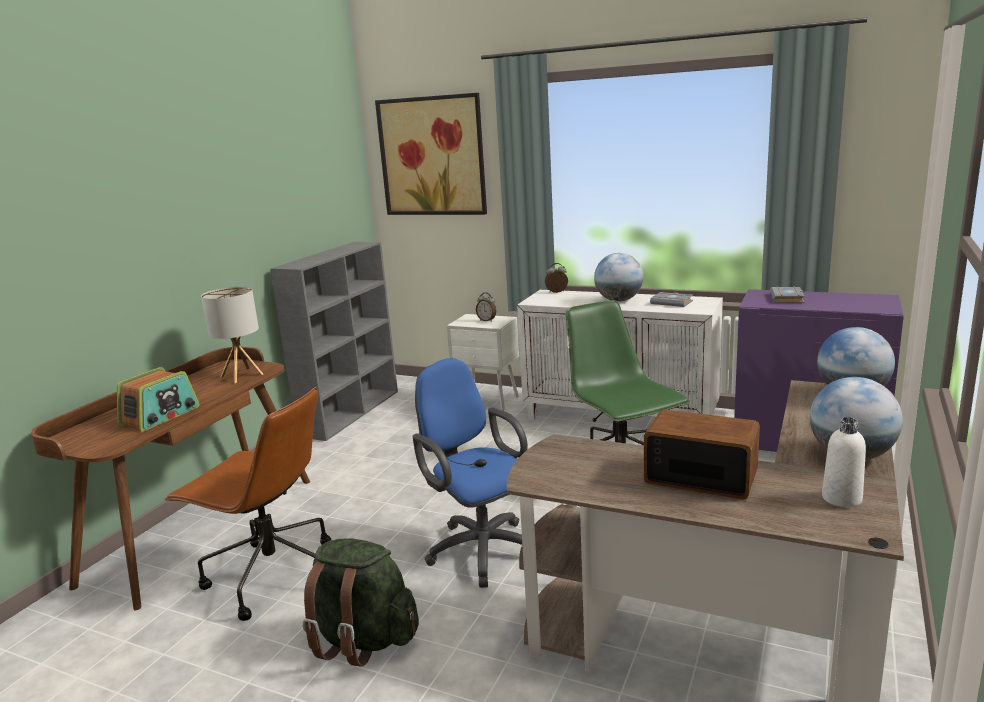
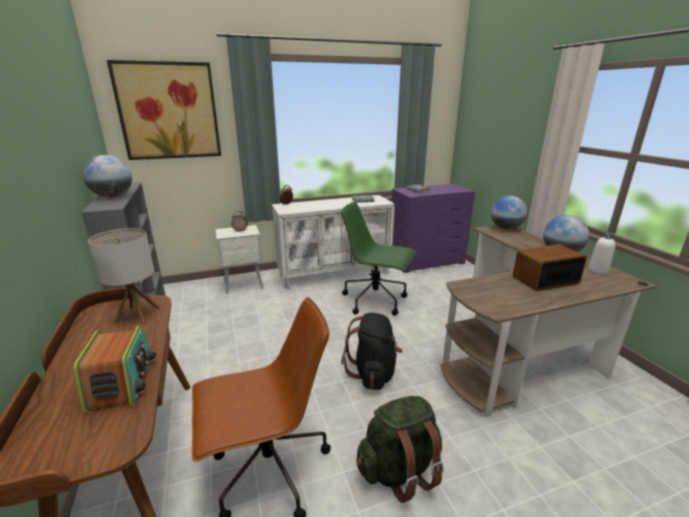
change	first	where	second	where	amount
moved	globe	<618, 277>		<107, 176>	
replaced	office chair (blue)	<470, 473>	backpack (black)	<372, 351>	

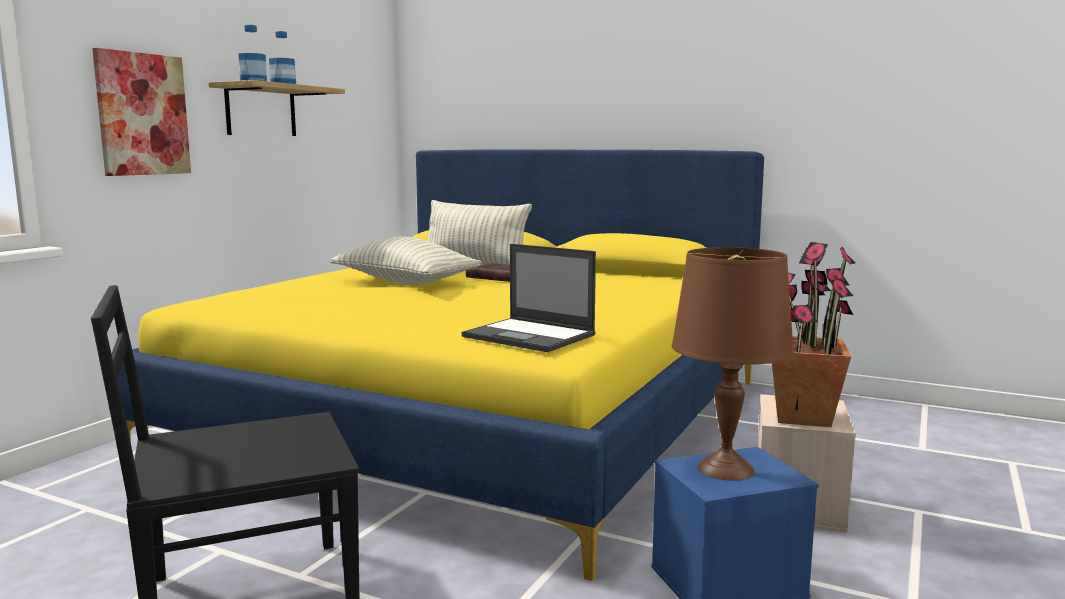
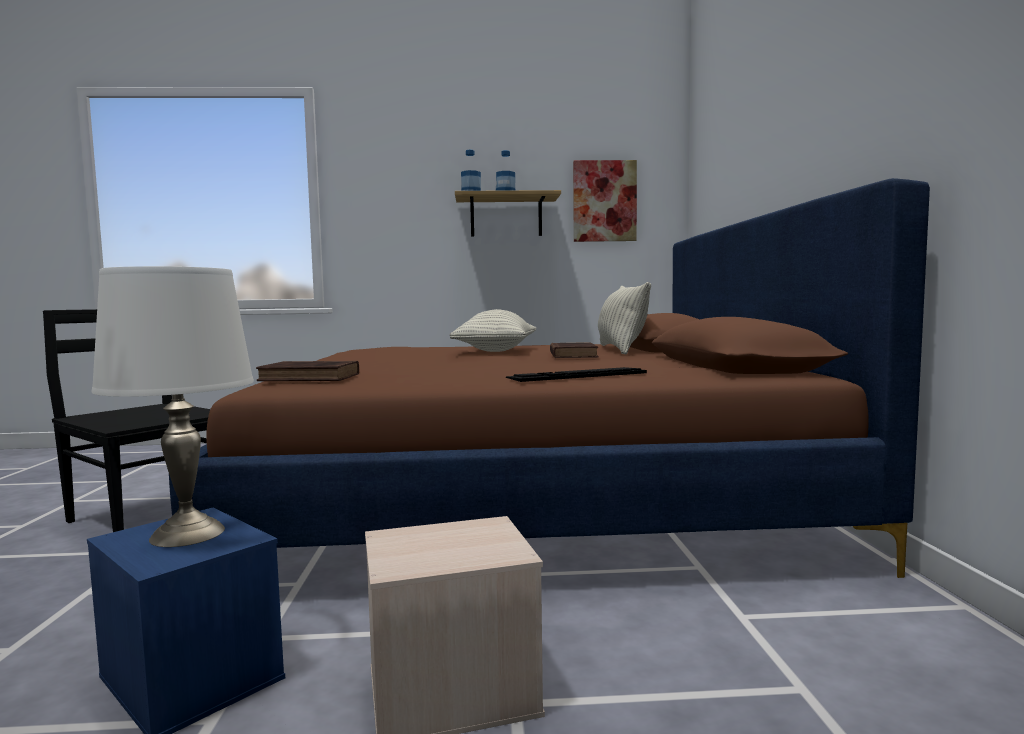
change	first	where	second	where	amount
recoloured	table lamp (brown)	<733, 364>	table lamp (white)	<172, 406>	
recoloured	bed (yellow)	<441, 365>	bed (brown)	<549, 378>	
replaced	laptop	<529, 298>	book (brown)	<307, 371>	
added			keyboard	<576, 374>	
moved	picture	<141, 112>		<605, 201>	
removed	potted plant	<814, 334>			

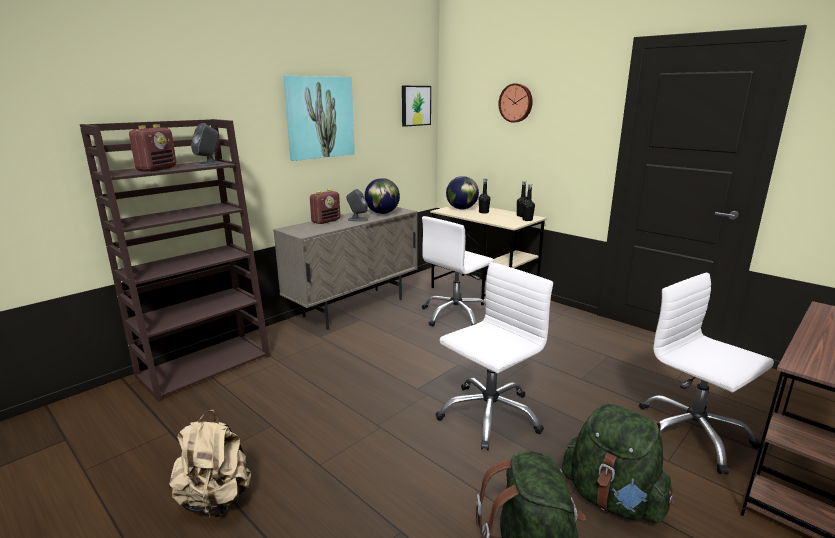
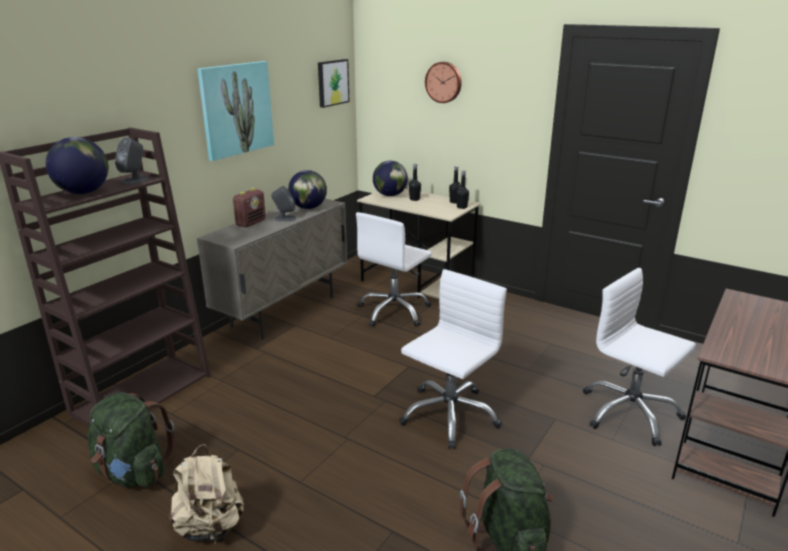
change	first	where	second	where	amount
replaced	radio	<152, 147>	globe	<77, 165>	
moved	backpack (green)	<618, 463>		<131, 439>	

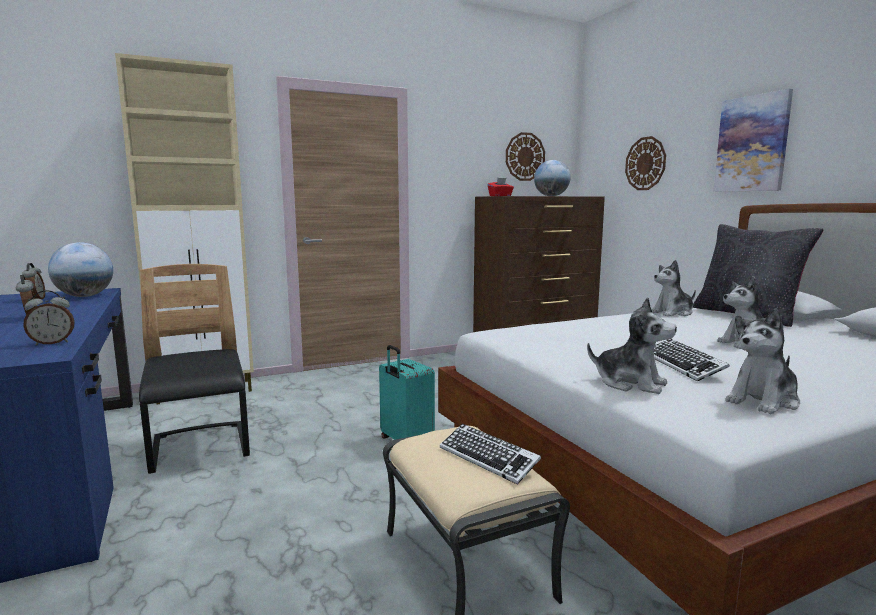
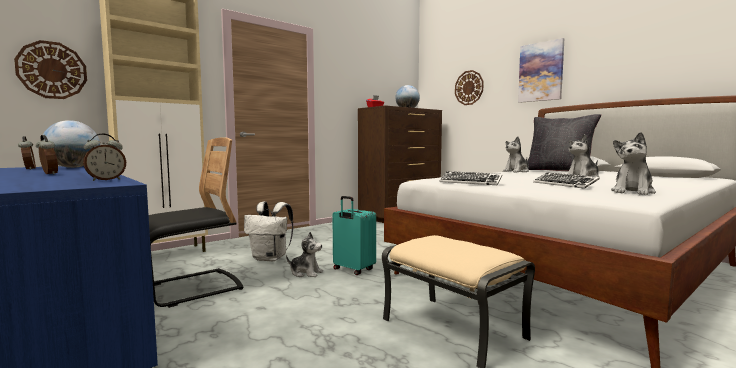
change	first	where	second	where	amount
moved	wall clock	<525, 156>		<50, 69>	
turned	chair (black)	<194, 369>		<196, 222>	90 degrees clockwise
added			backpack (white)	<268, 231>	
moved	plush toy	<632, 345>		<304, 254>	
moved	keyboard	<490, 454>		<471, 178>	

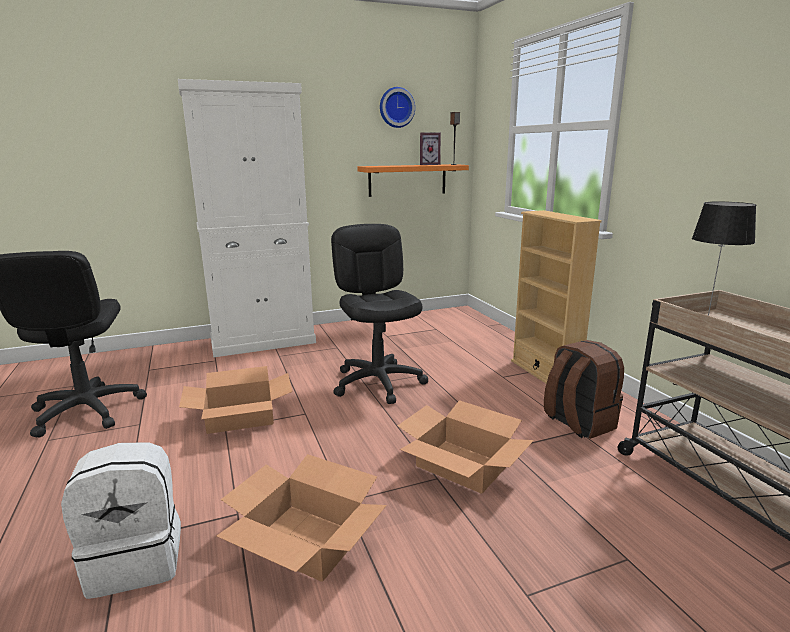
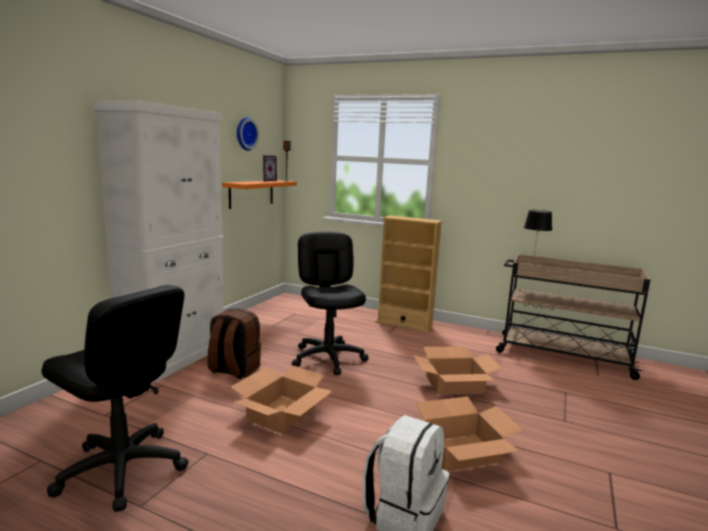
change	first	where	second	where	amount
moved	backpack (brown)	<584, 389>		<234, 343>	
turned	office chair (black)	<379, 314>		<330, 303>	45 degrees clockwise

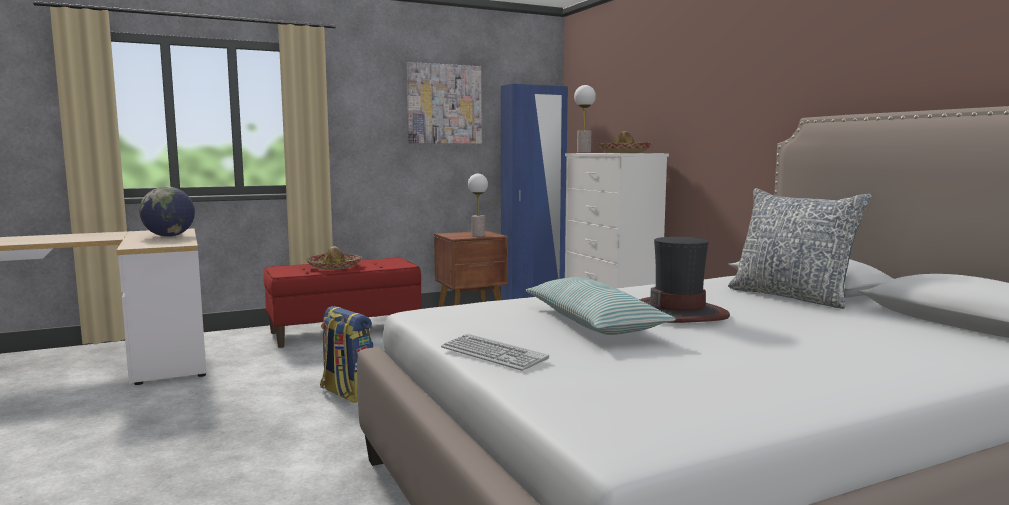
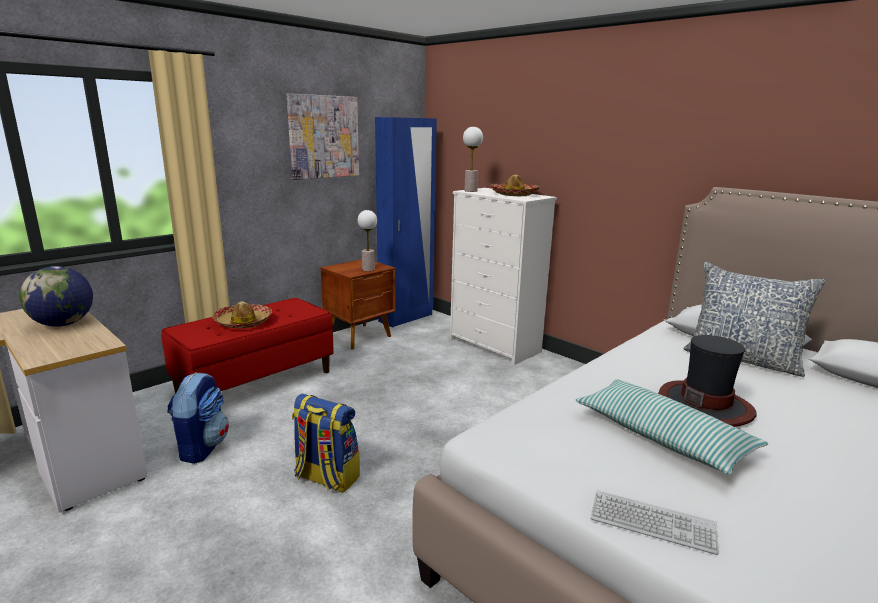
change	first	where	second	where	amount
added			backpack	<198, 418>	

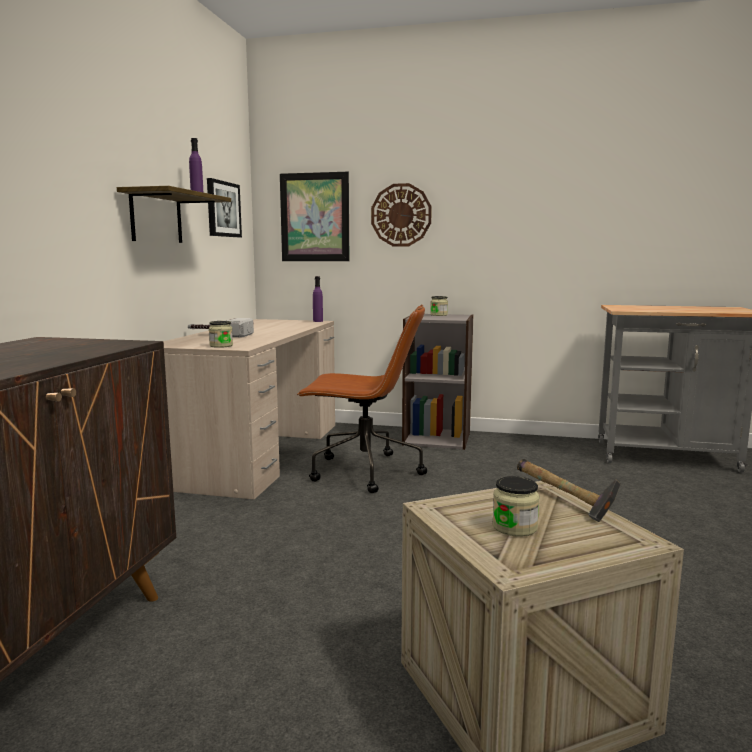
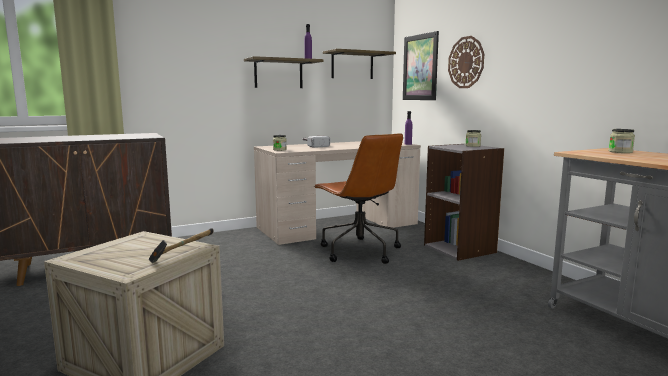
change	first	where	second	where	amount
replaced	picture	<224, 207>	shelf	<359, 64>	
moved	jar	<515, 506>		<621, 141>	

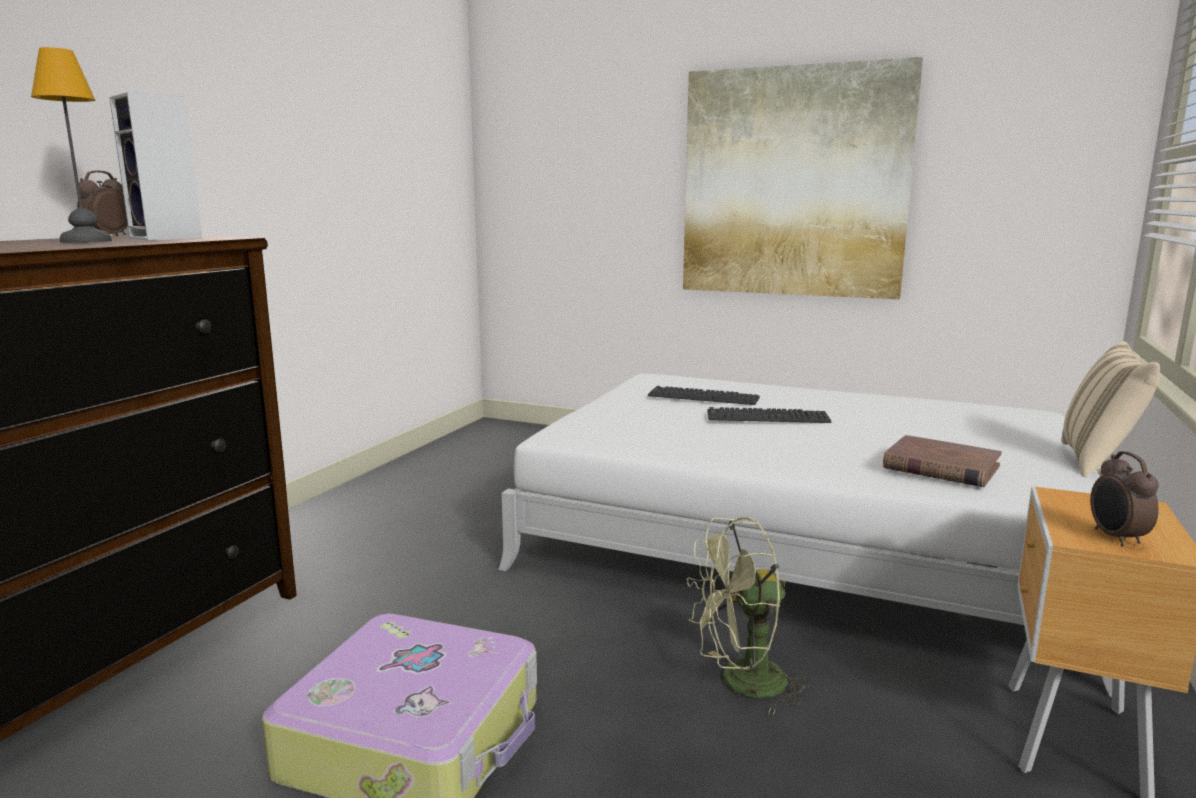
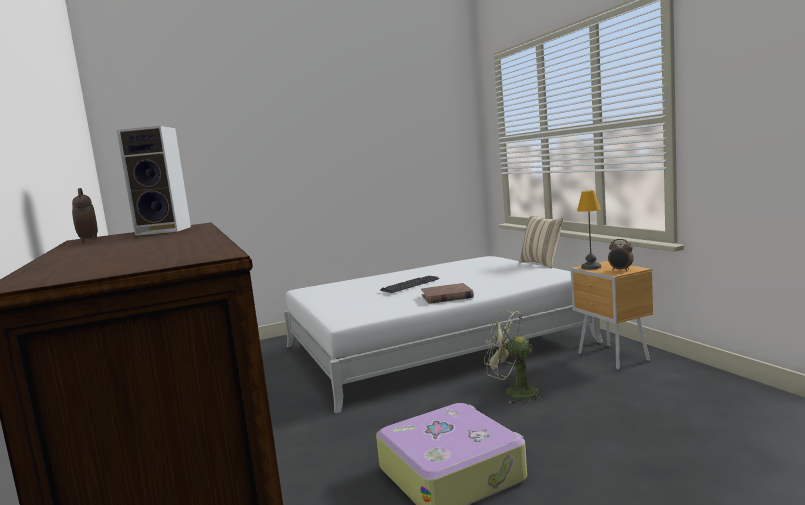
change	first	where	second	where	amount
moved	book (brown)	<942, 461>		<447, 293>	
turned	fan (green)	<749, 616>		<514, 357>	90 degrees clockwise
moved	table lamp	<71, 145>		<589, 230>	
removed	keyboard	<704, 395>			
removed	picture	<803, 178>			

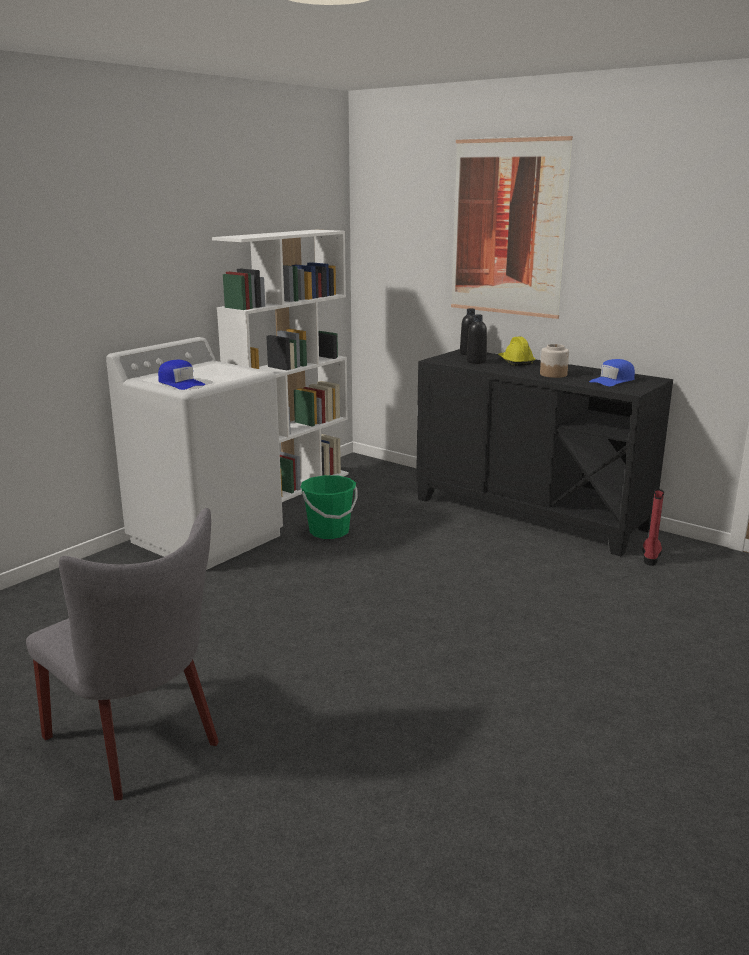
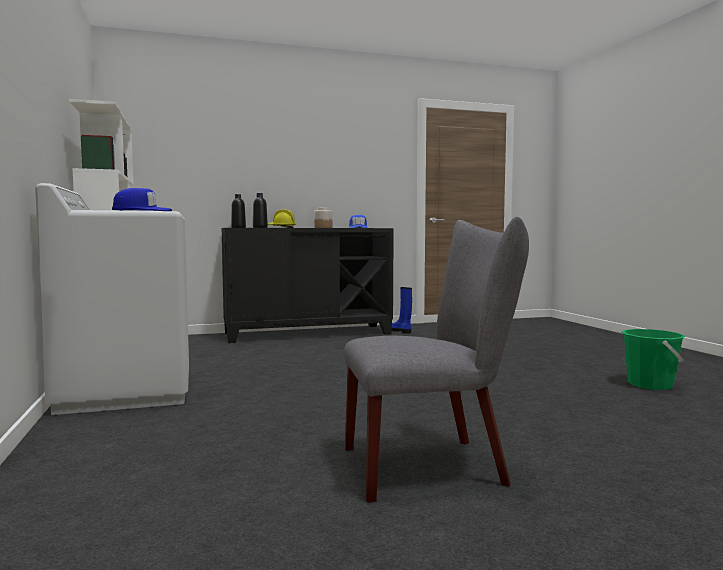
change	first	where	second	where	amount
recoloured	boot (red)	<653, 527>	boot (blue)	<402, 310>	
moved	bucket (green)	<329, 507>		<653, 359>	
removed	picture	<512, 227>			

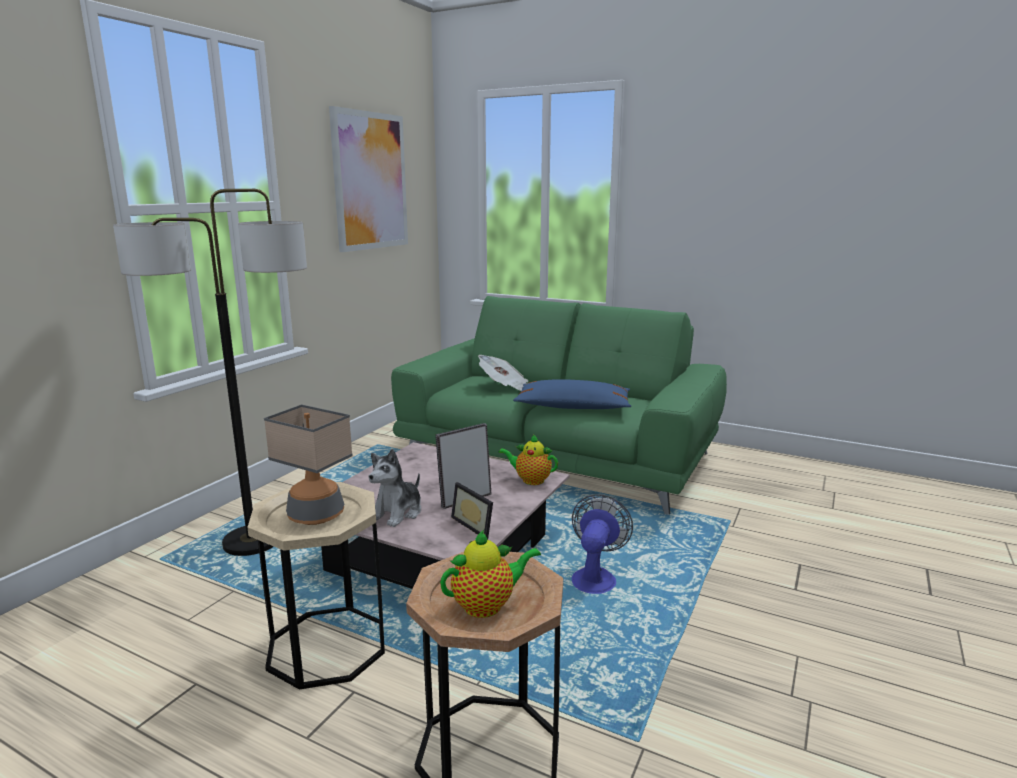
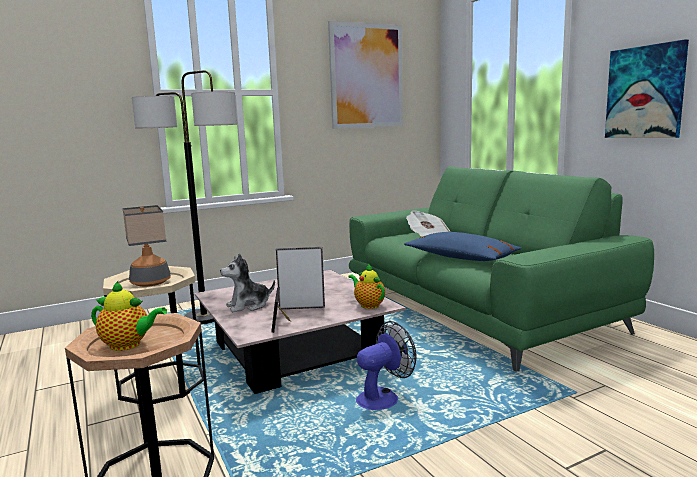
change	first	where	second	where	amount
added			picture	<647, 88>	

